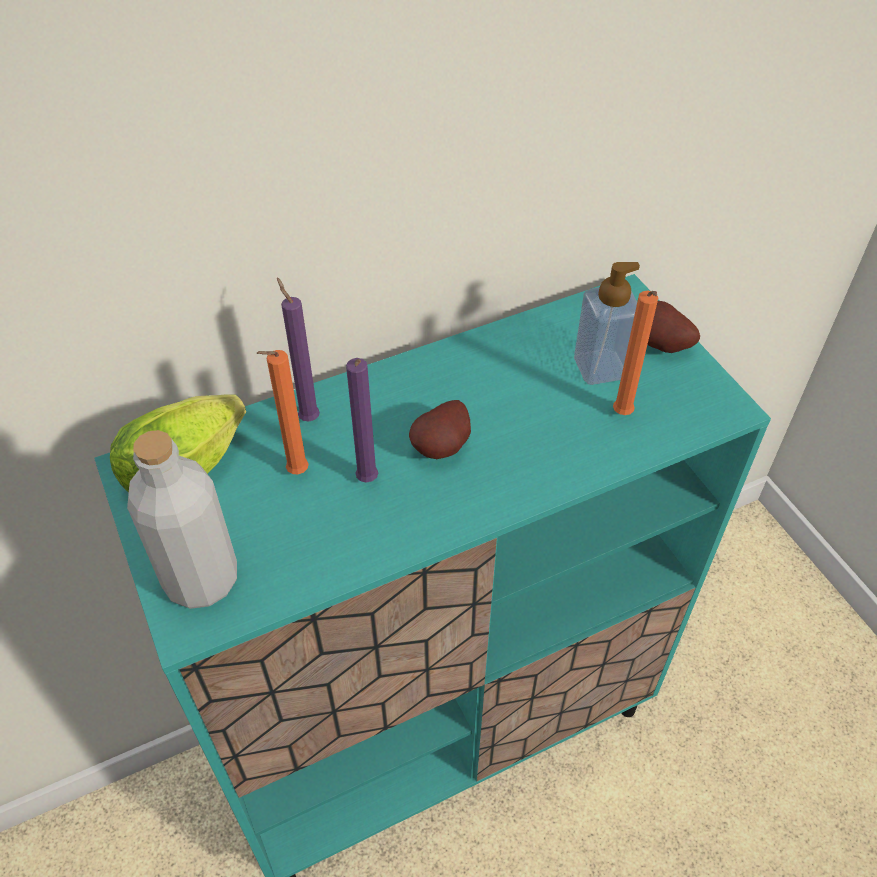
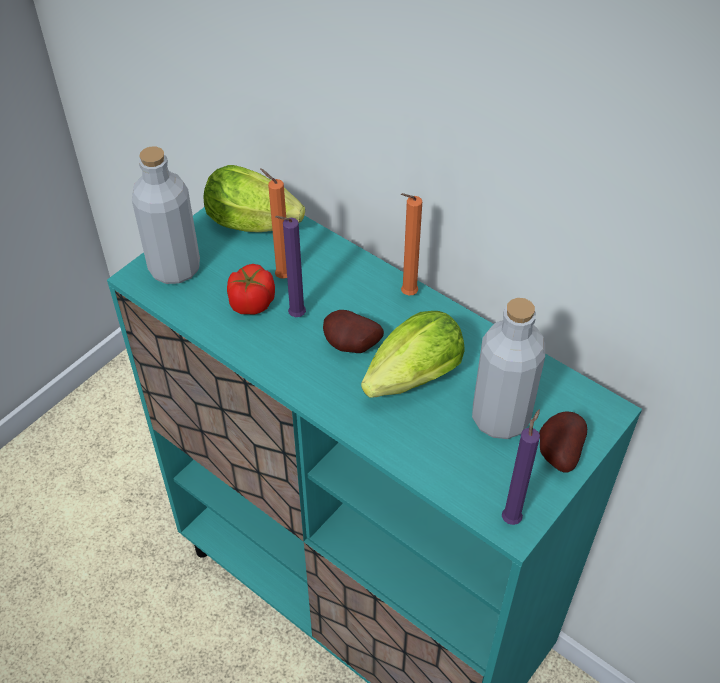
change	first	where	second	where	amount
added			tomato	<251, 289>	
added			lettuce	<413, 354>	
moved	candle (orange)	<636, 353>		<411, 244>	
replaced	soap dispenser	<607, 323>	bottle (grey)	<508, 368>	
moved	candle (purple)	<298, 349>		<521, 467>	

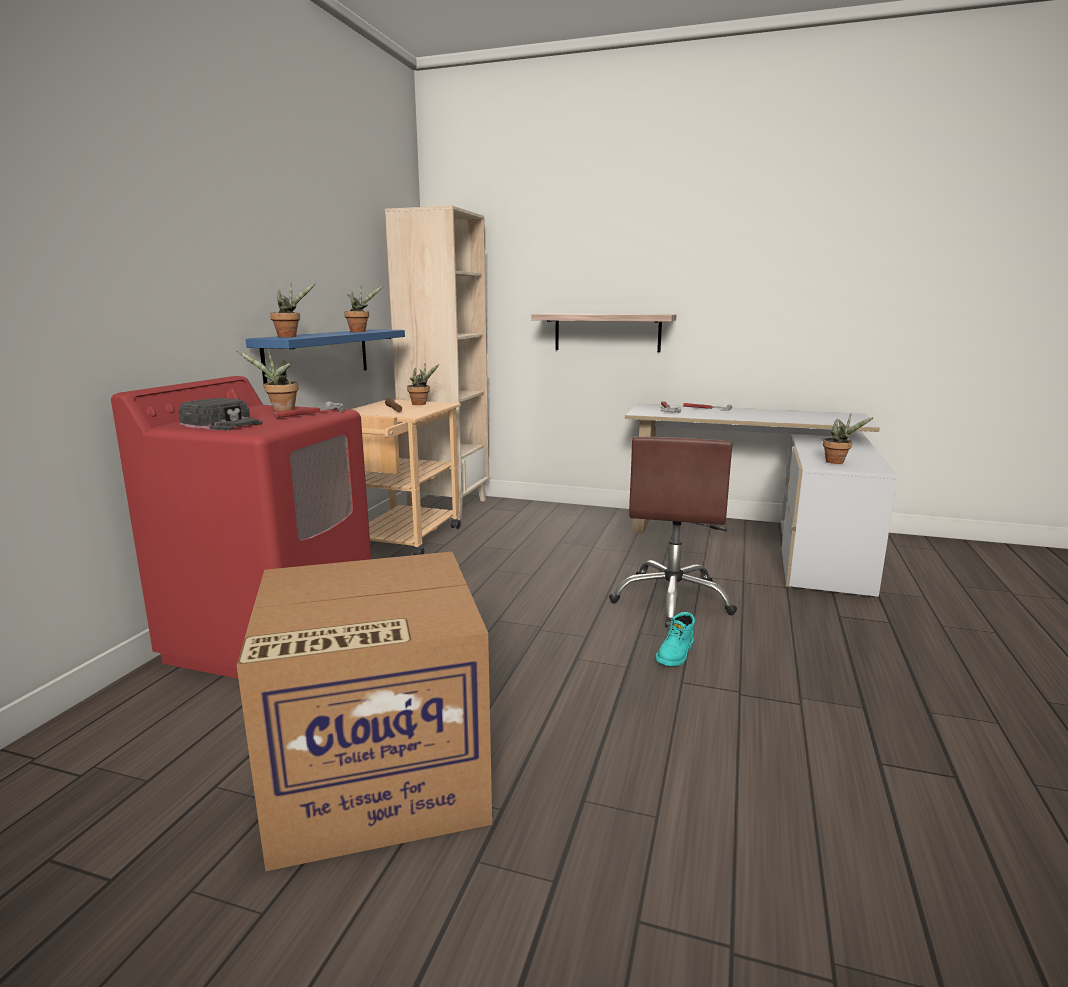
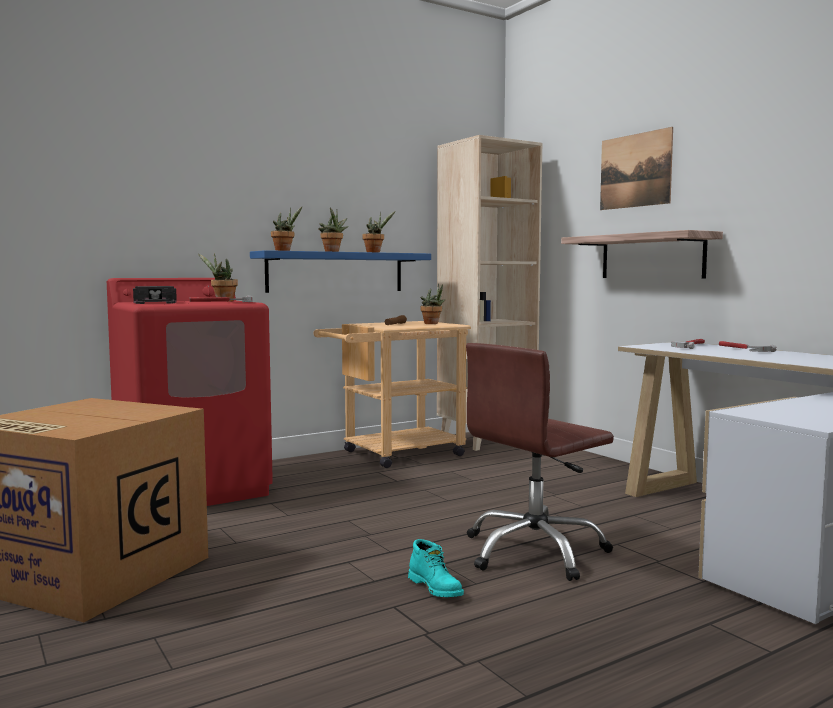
change	first	where	second	where	amount
moved	potted plant	<848, 439>		<333, 230>	
turned	boot (turquoise)	<675, 639>		<436, 568>	105 degrees counterclockwise
added			picture	<636, 168>	

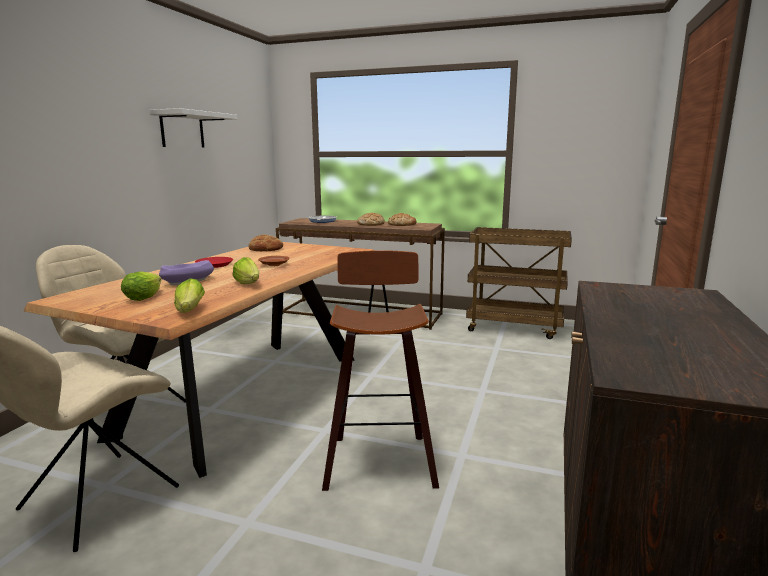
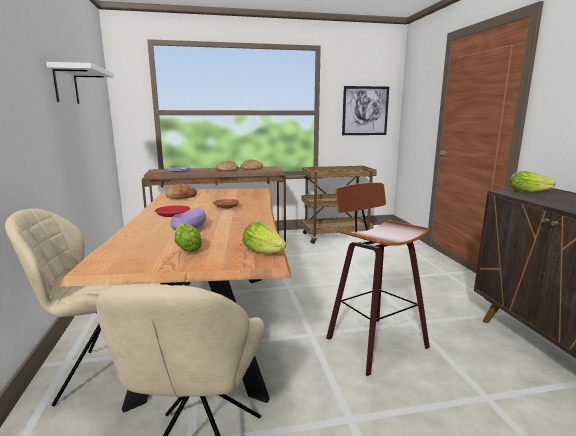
change	first	where	second	where	amount
added			picture	<365, 110>	
moved	lettuce	<245, 270>		<532, 181>	

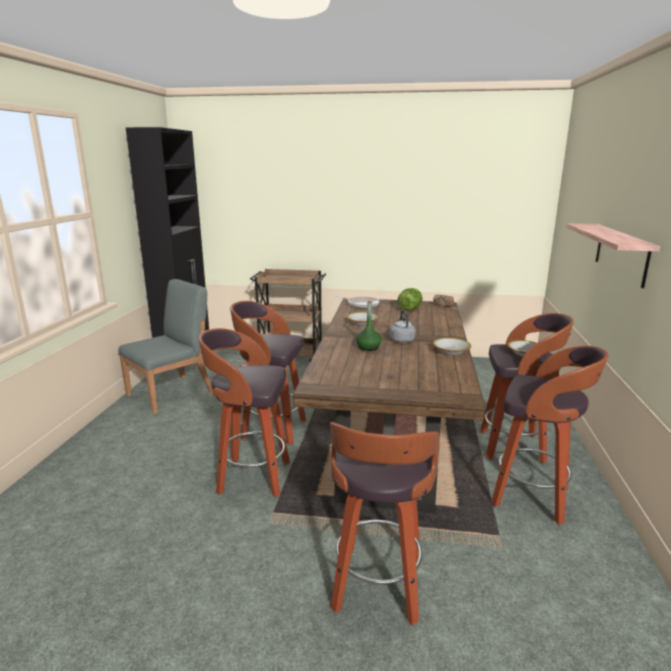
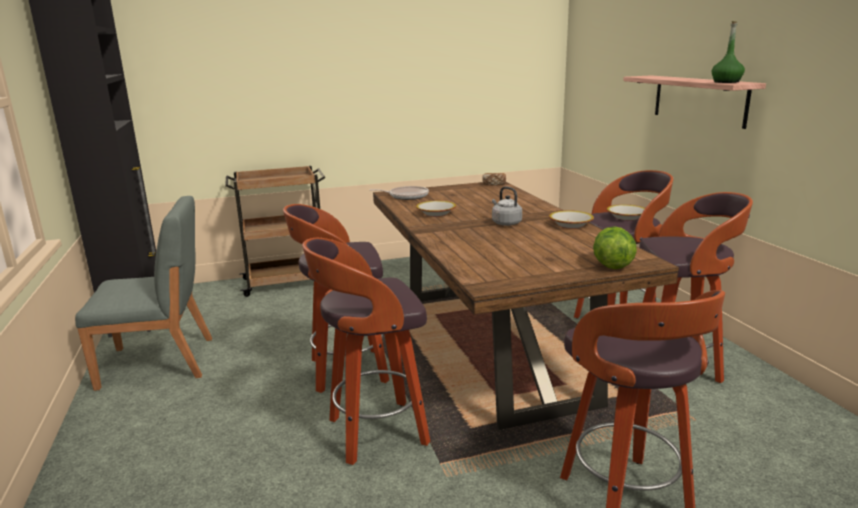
change	first	where	second	where	amount
turned	chair (grey)	<166, 346>		<143, 293>	60 degrees clockwise
moved	lettuce	<410, 299>		<615, 247>	
moved	bottle (green)	<369, 326>		<728, 52>	

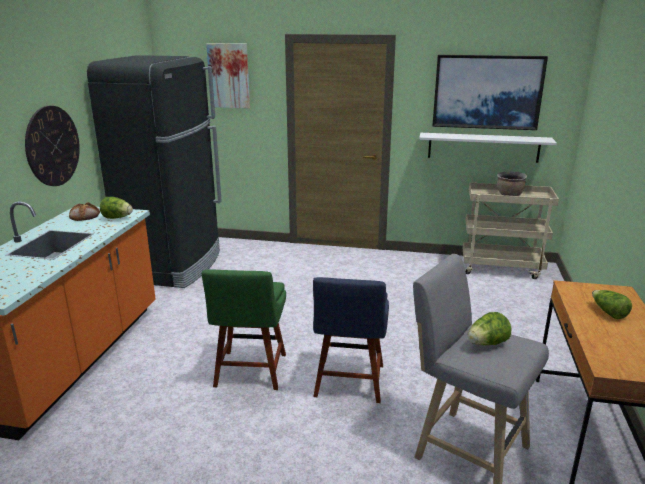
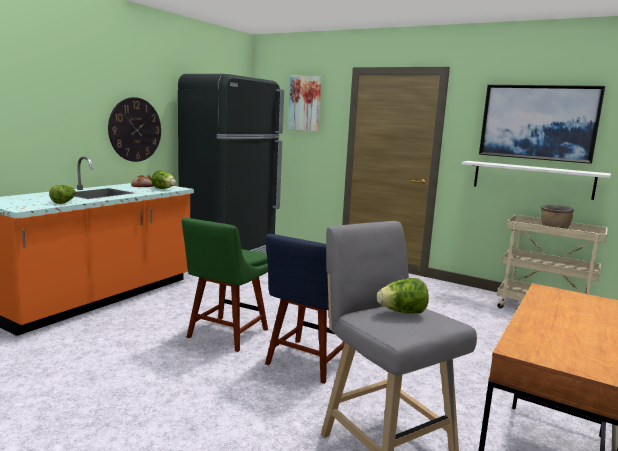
change	first	where	second	where	amount
moved	lettuce	<612, 304>		<62, 194>	

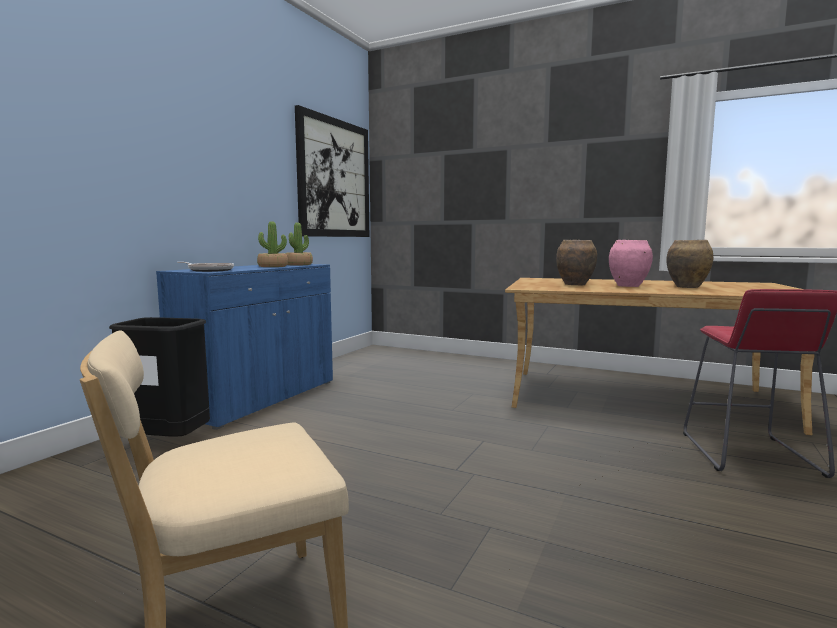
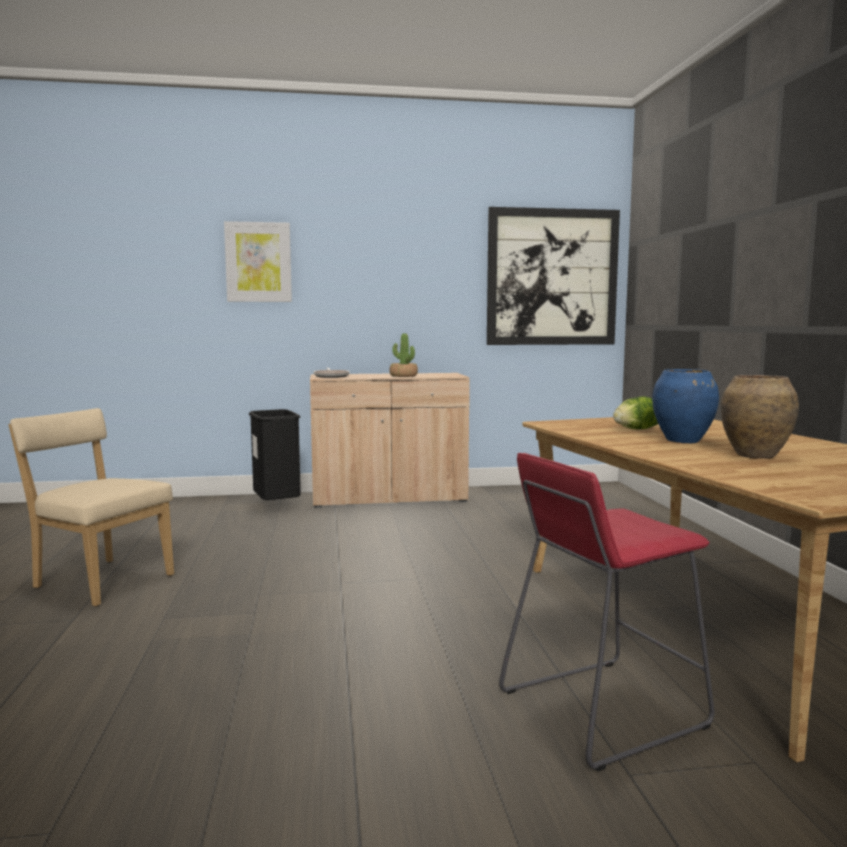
change	first	where	second	where	amount
added			picture	<258, 261>	
recoloured	cabinet (blue)	<244, 347>	cabinet (beige)	<390, 440>	
replaced	vase (brown)	<576, 263>	lettuce	<635, 412>	
recoloured	vase (pink)	<631, 263>	vase (blue)	<685, 406>	
removed	potted plant	<299, 244>			

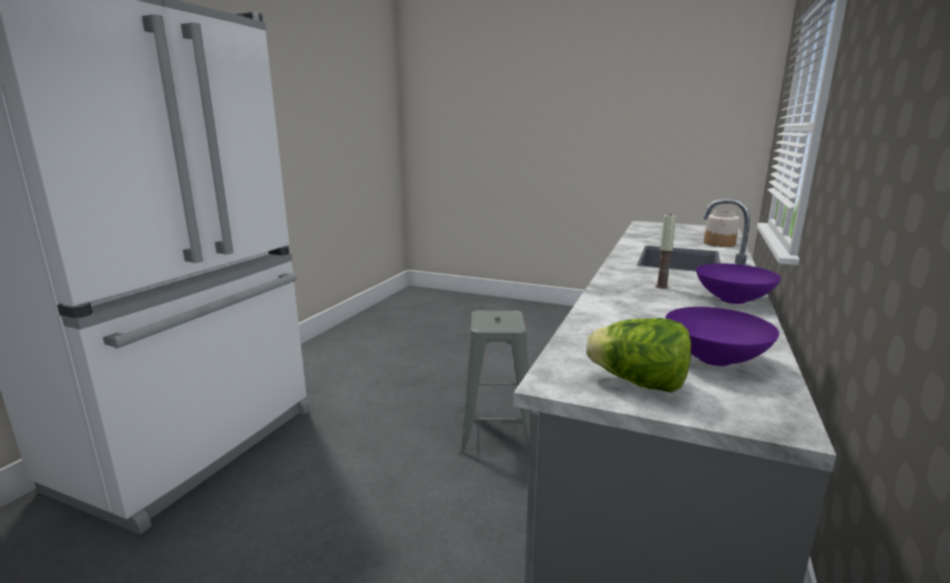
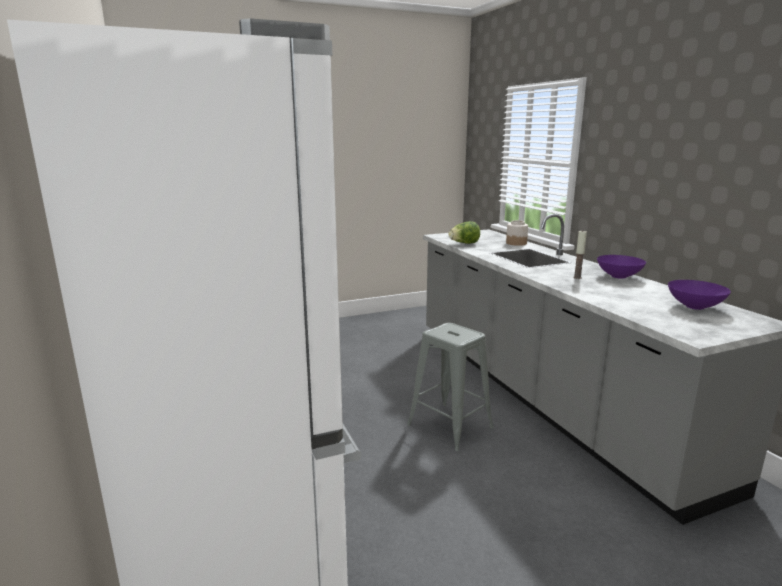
change	first	where	second	where	amount
moved	lettuce	<638, 355>		<464, 232>	

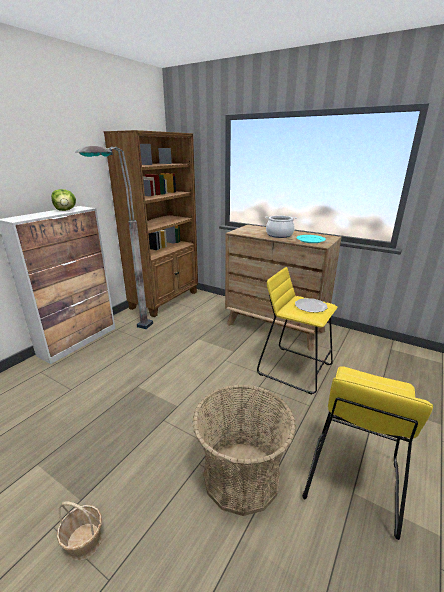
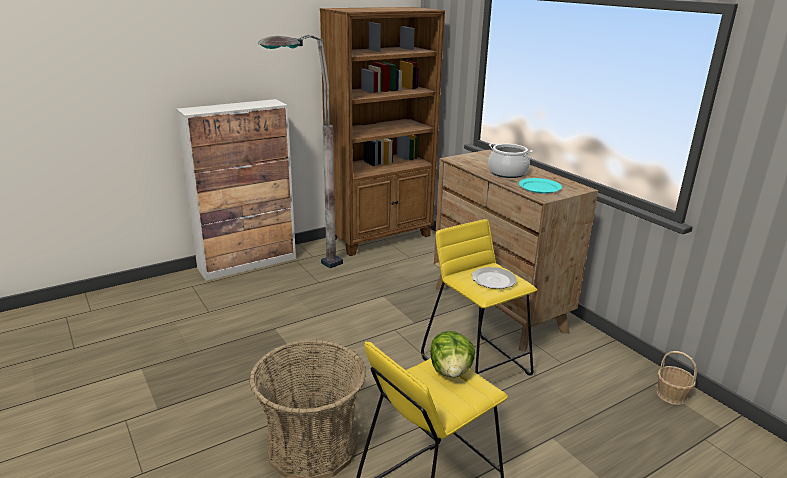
change	first	where	second	where	amount
moved	lettuce	<63, 200>		<452, 354>	
moved	basket	<79, 531>		<677, 378>	

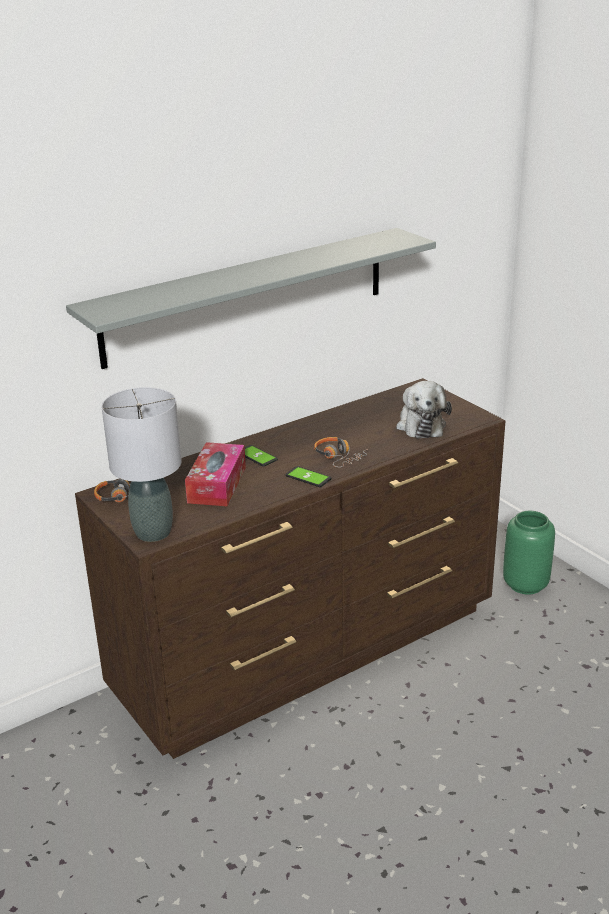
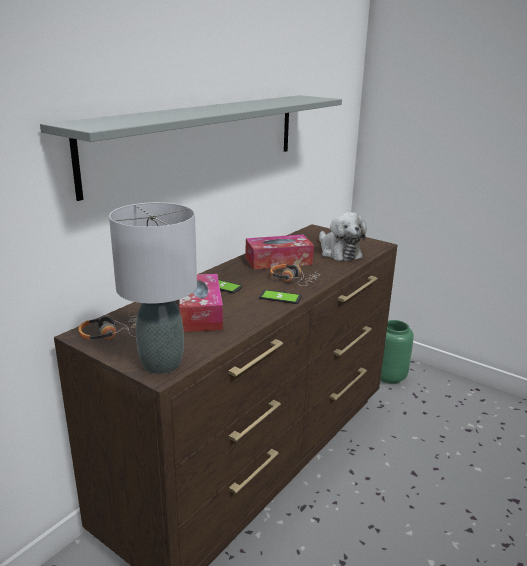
change	first	where	second	where	amount
added			tissue box	<280, 252>	

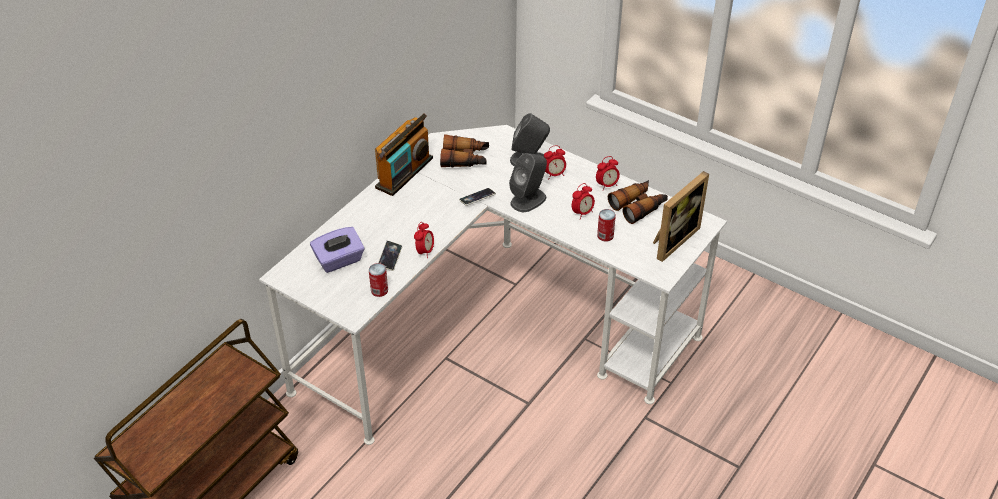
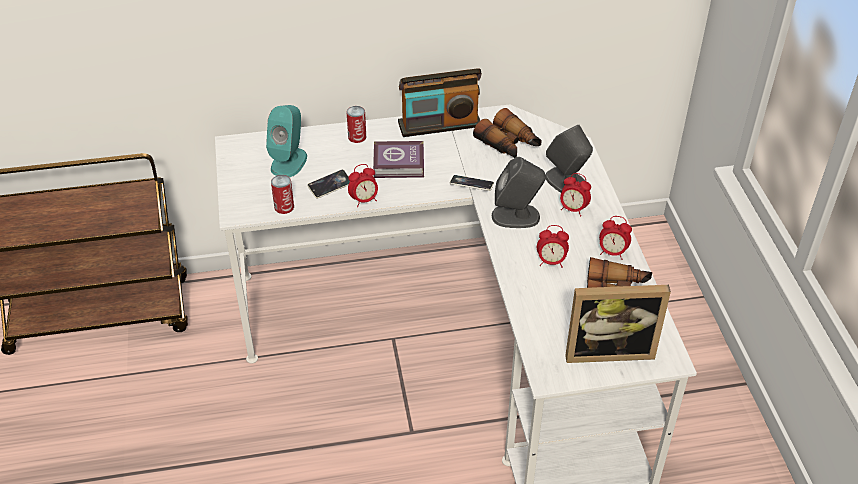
change	first	where	second	where	amount
replaced	tissue box (purple)	<337, 250>	speaker (turquoise)	<286, 141>	
moved	can	<606, 225>		<356, 124>	
added			book	<398, 159>	

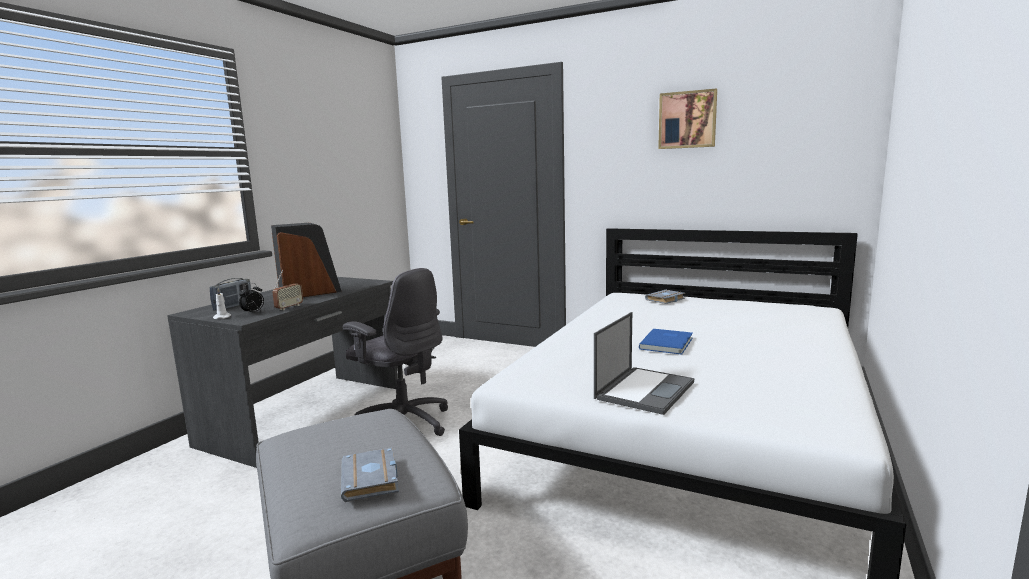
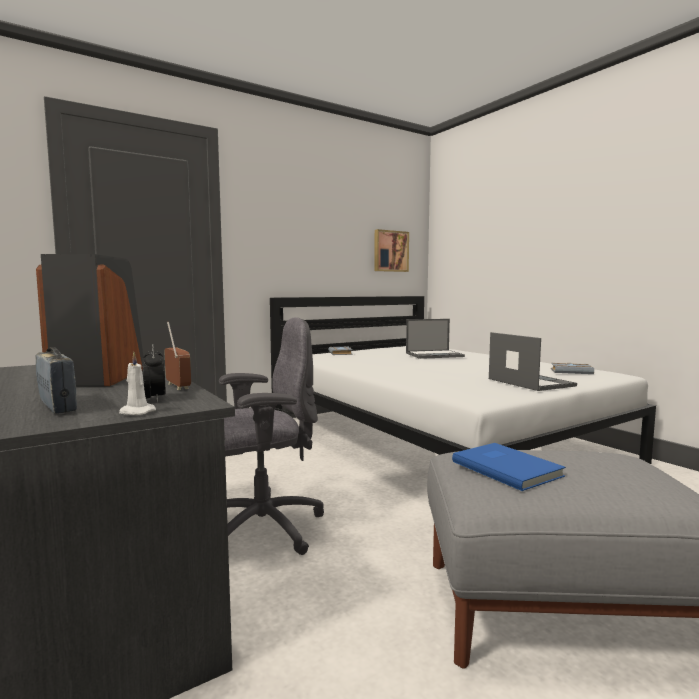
change	first	where	second	where	amount
moved	picture	<687, 118>		<391, 250>	
added			laptop	<435, 339>	
moved	book (blue)	<666, 342>		<509, 467>	
moved	book (grey)	<370, 475>		<572, 368>	

